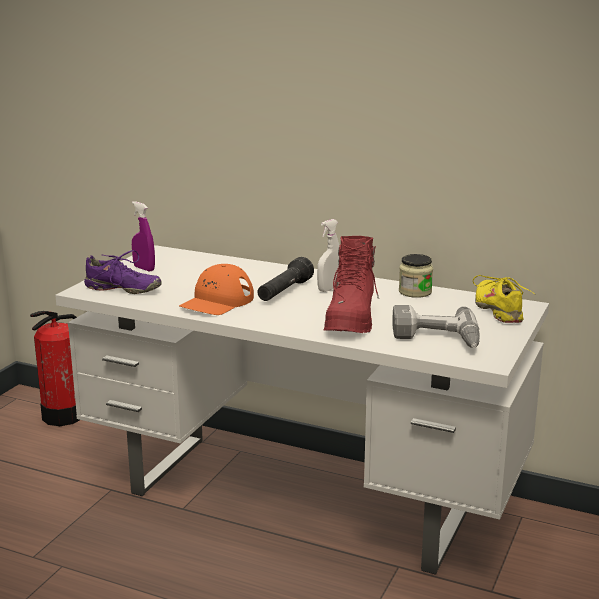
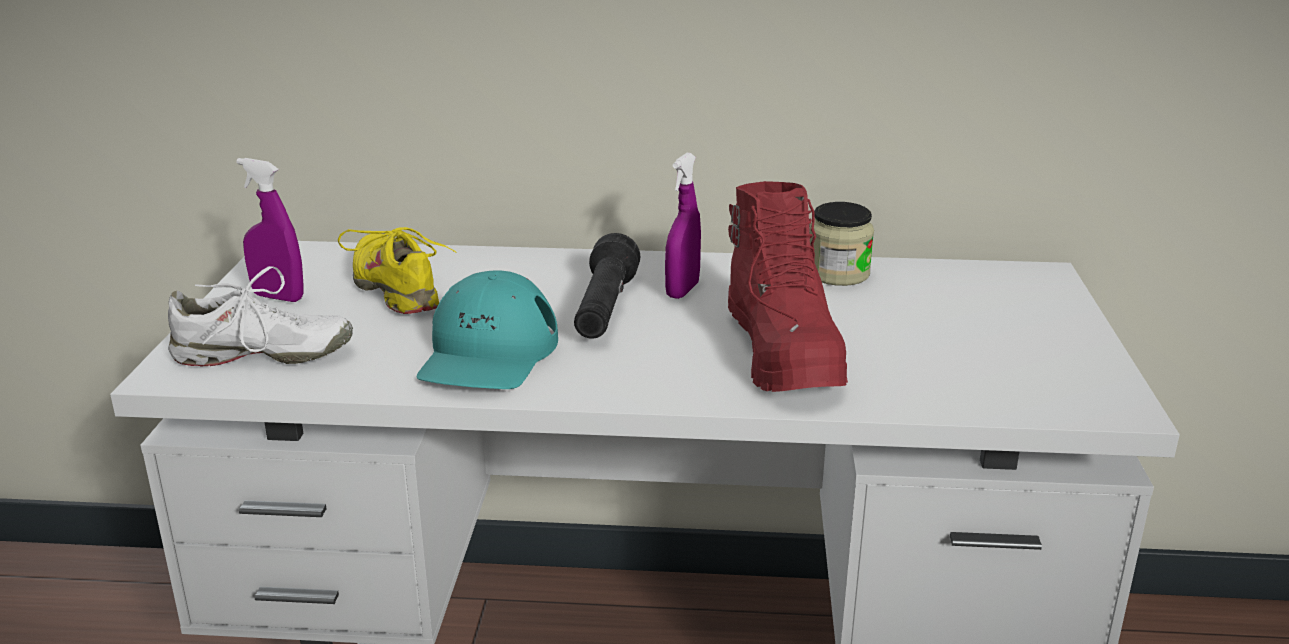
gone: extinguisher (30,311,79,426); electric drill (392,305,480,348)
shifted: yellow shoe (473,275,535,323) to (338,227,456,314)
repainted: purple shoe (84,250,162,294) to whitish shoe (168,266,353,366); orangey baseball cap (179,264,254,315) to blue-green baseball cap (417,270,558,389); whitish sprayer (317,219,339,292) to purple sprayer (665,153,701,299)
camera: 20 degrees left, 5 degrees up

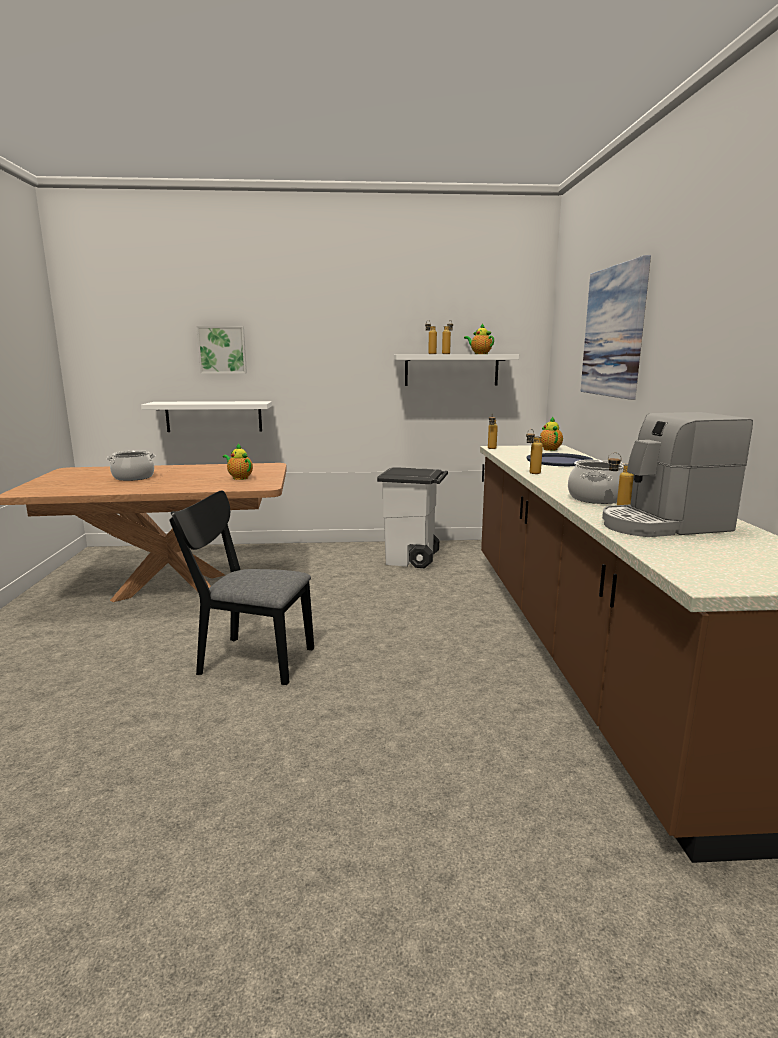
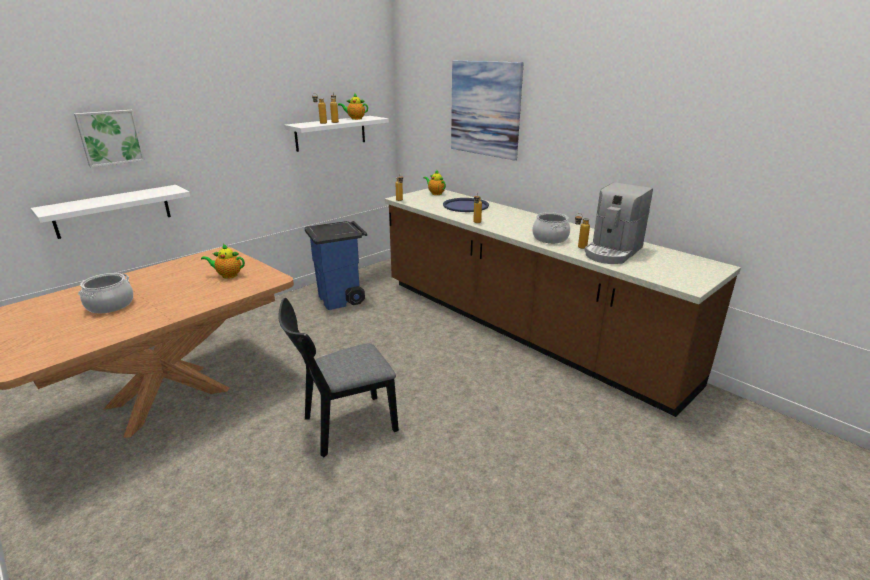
repainted: whitish rubbish bin (377,467,448,568) to blue-coloured rubbish bin (305,221,367,310)
camera: 40 degrees left, 10 degrees up

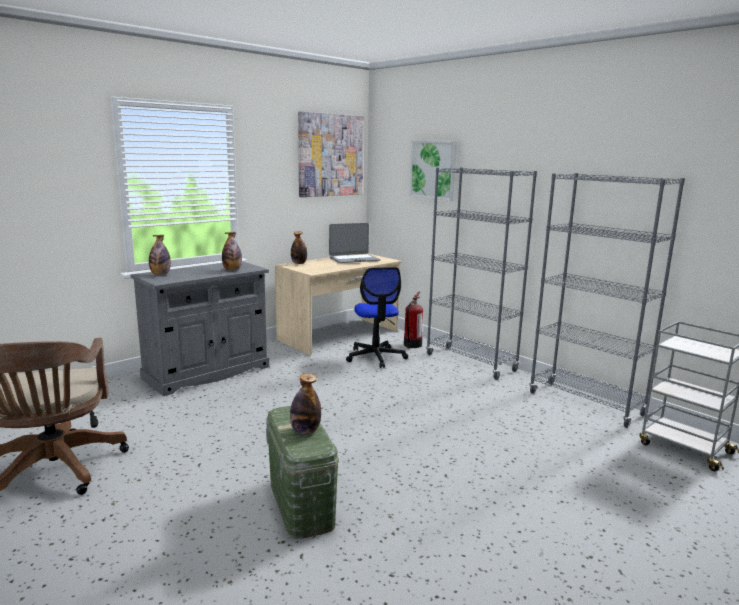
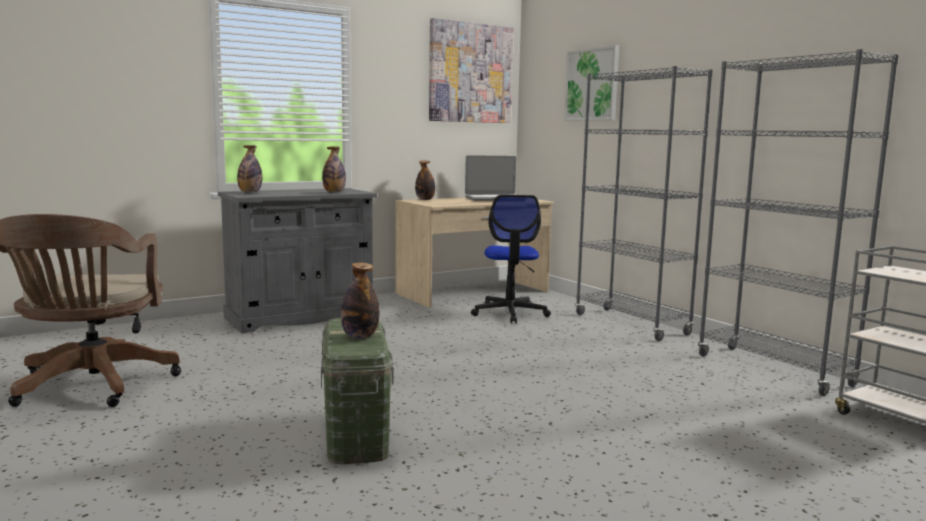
gone: extinguisher (404,292,423,349)
camera: 10 degrees right, 5 degrees down

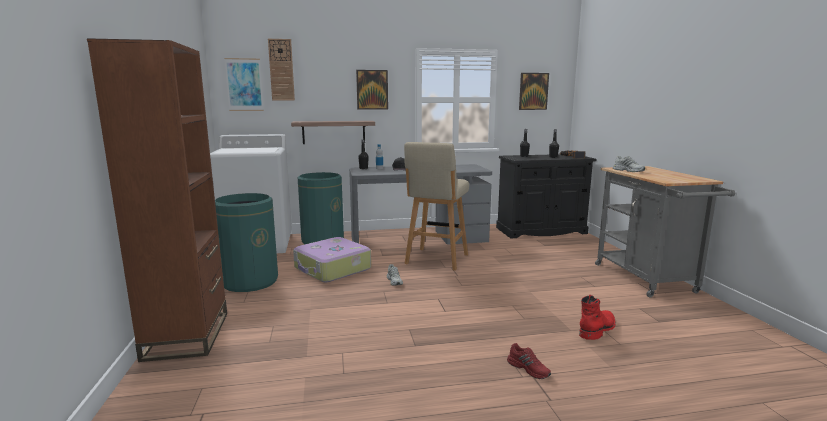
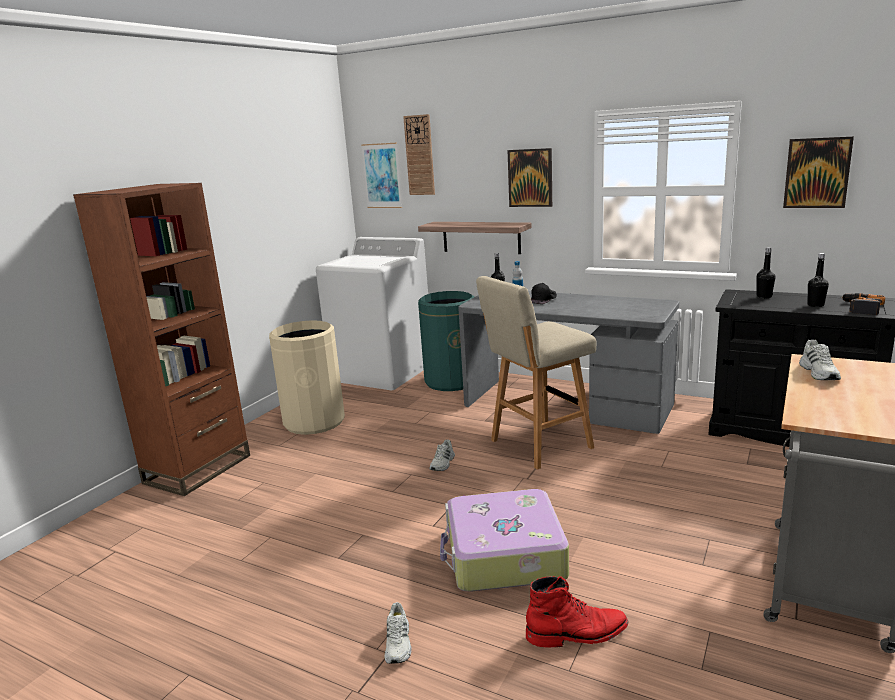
shifted: travel case (293,237,371,282) to (440,489,569,591)
repainted: green rubbish bin (215,193,278,292) to beige rubbish bin (269,320,345,435); reddish shoe (507,343,551,379) to whitish shoe (384,602,412,664)
camera: 40 degrees right, 5 degrees up

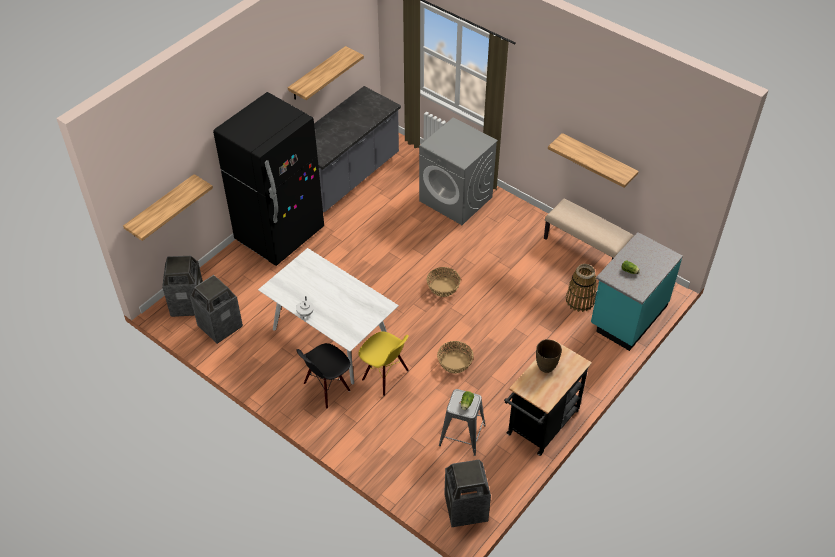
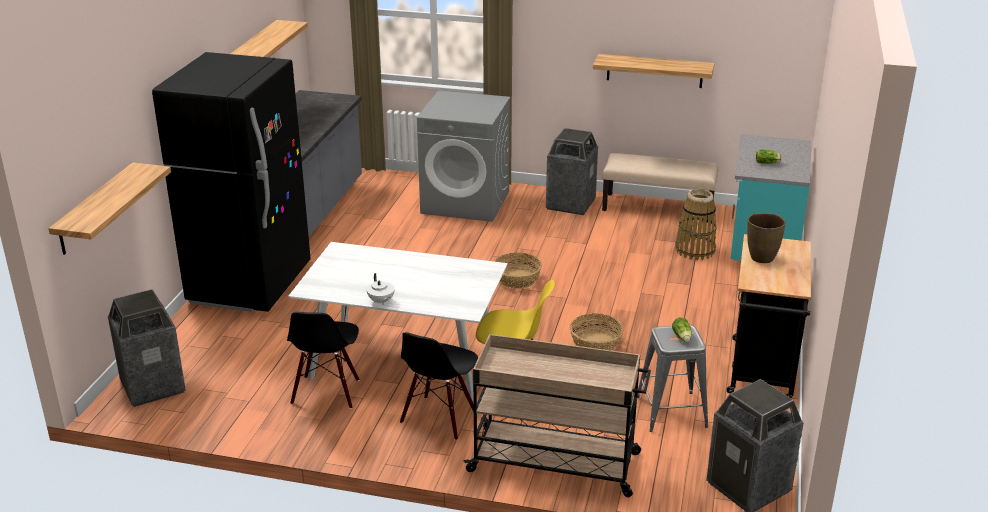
new: black-coloured plain chair (287,312,360,409); beige cart (464,334,651,497)
shifted: rubbish bin (190,275,243,344) to (546,128,598,215)
camera: 25 degrees left, 20 degrees down

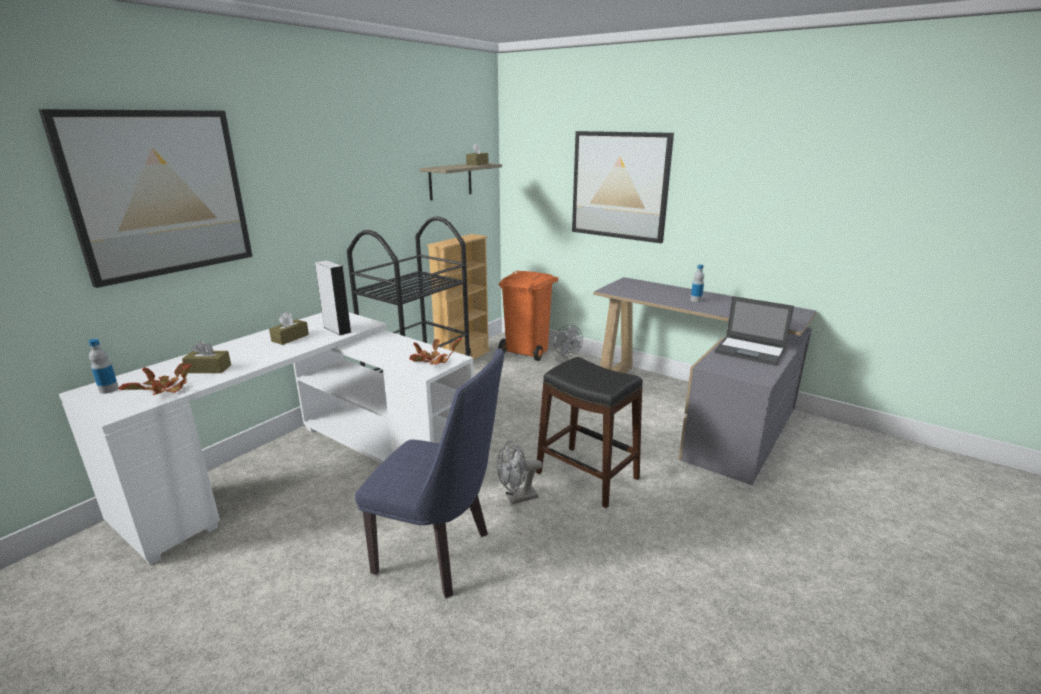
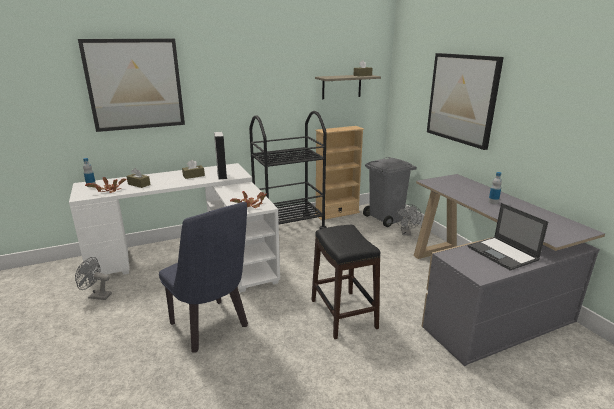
shifted: grey cooling fan (497,441,542,504) to (75,257,112,300)
repainted: orangey rubbish bin (498,270,558,361) to grey rubbish bin (363,157,417,227)
camera: 30 degrees right, 0 degrees up

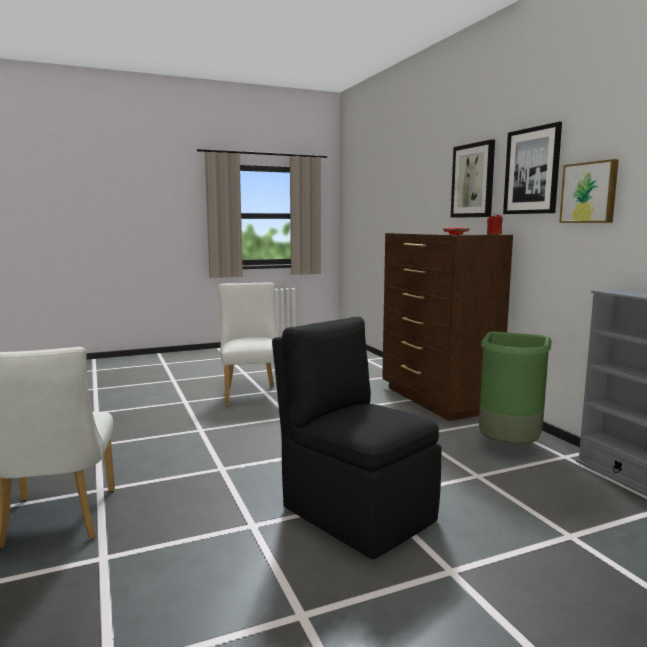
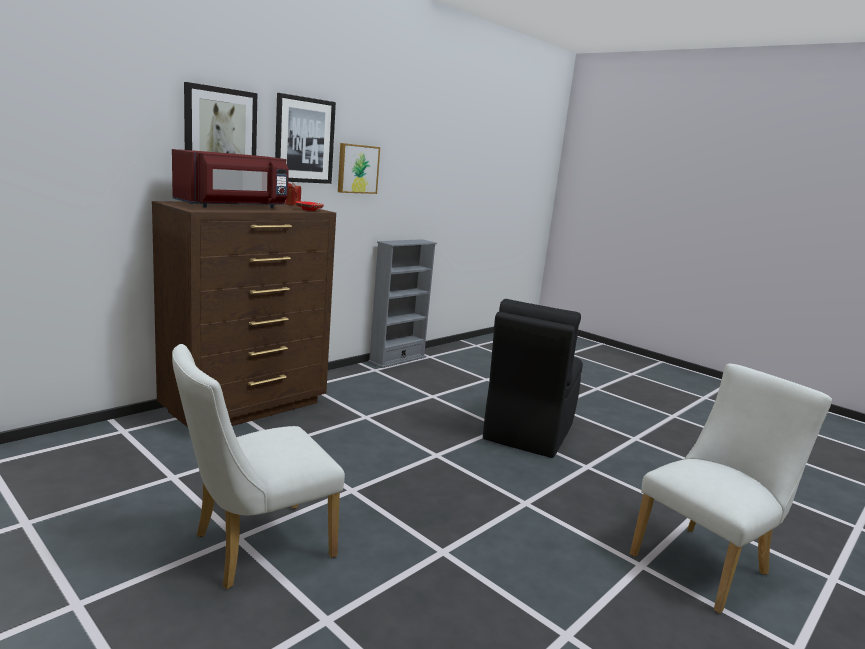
gone: green rubbish bin (479,332,552,444)
new: reddish microwave oven (172,149,289,208)
camera: 115 degrees left, 5 degrees up

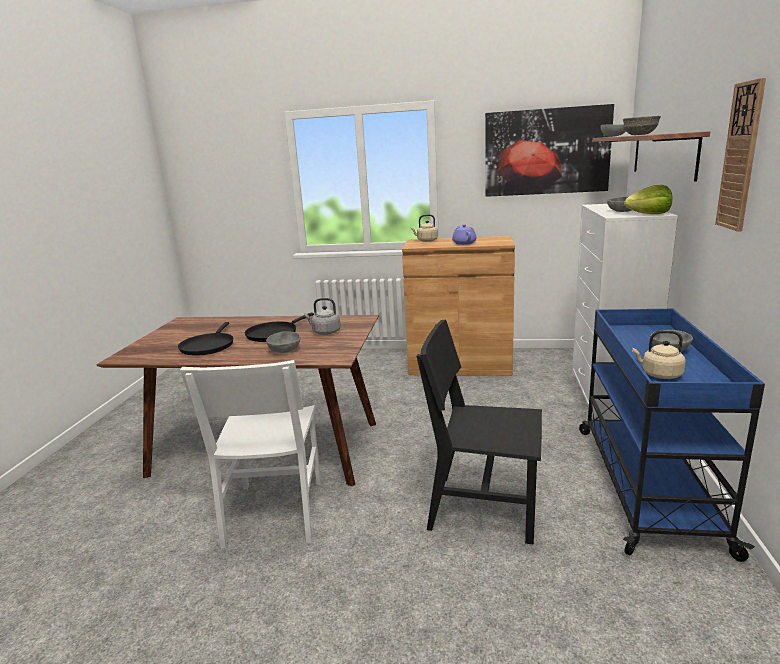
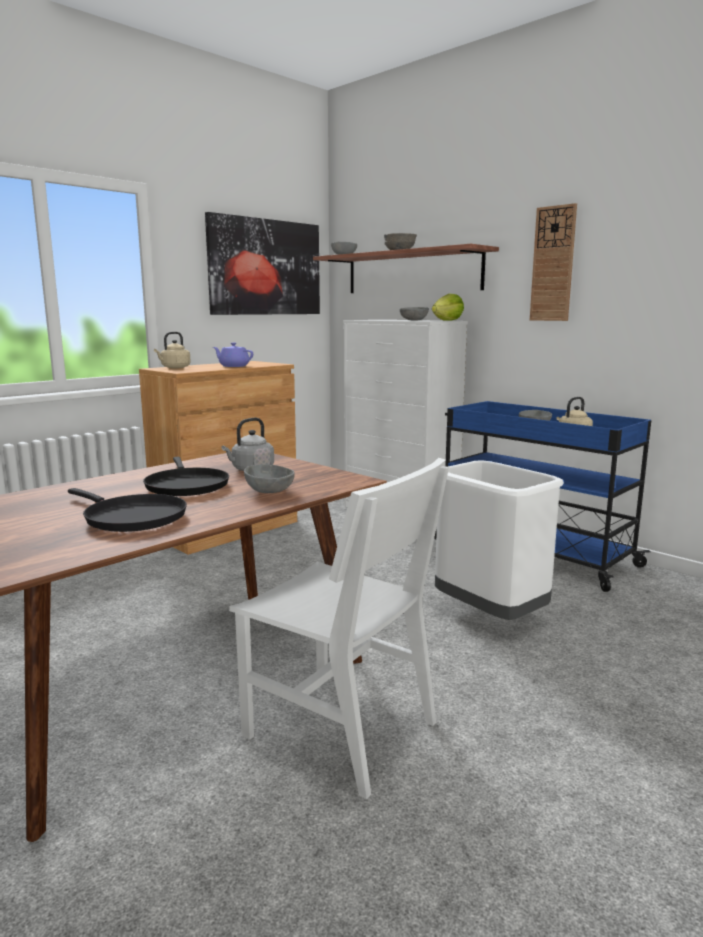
swapped: black-coloured plain chair (417,319,542,545) to whitish rubbish bin (435,460,564,620)
camera: 55 degrees left, 5 degrees down

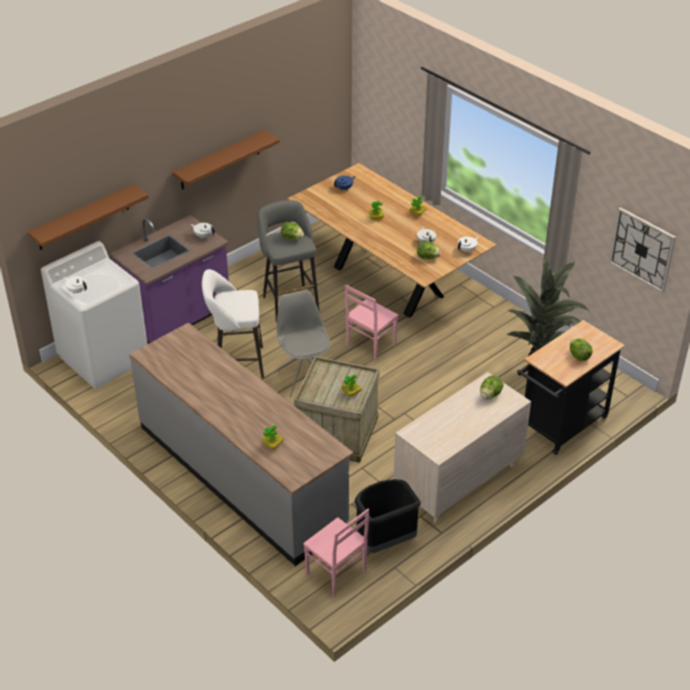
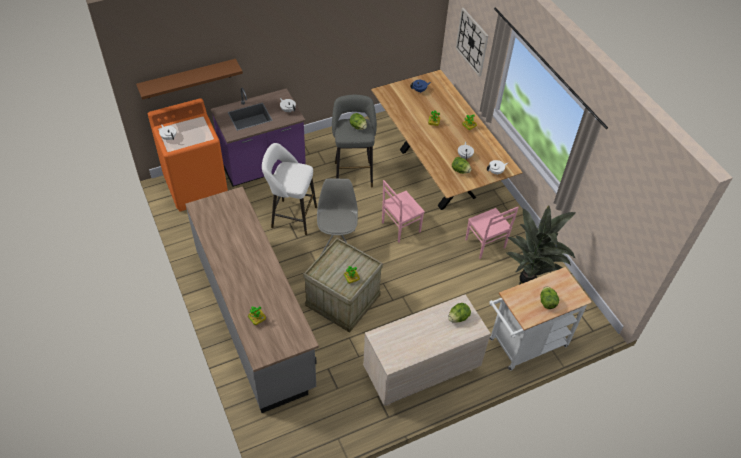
gone: brown-coloured shelf (172,130,280,190); black-coloured rubbish bin (355,479,421,553)
shifted: hanging clock (609,207,676,293) to (456,8,488,77); pink-coloured plain chair (303,509,369,596) to (465,207,519,259)
repainted: whitish laundry appliance (41,241,147,389) to orangey laundry appliance (148,98,228,211); black-coloured cart (517,320,625,455) to whitish cart (489,267,592,371)
camera: 15 degrees right, 10 degrees up

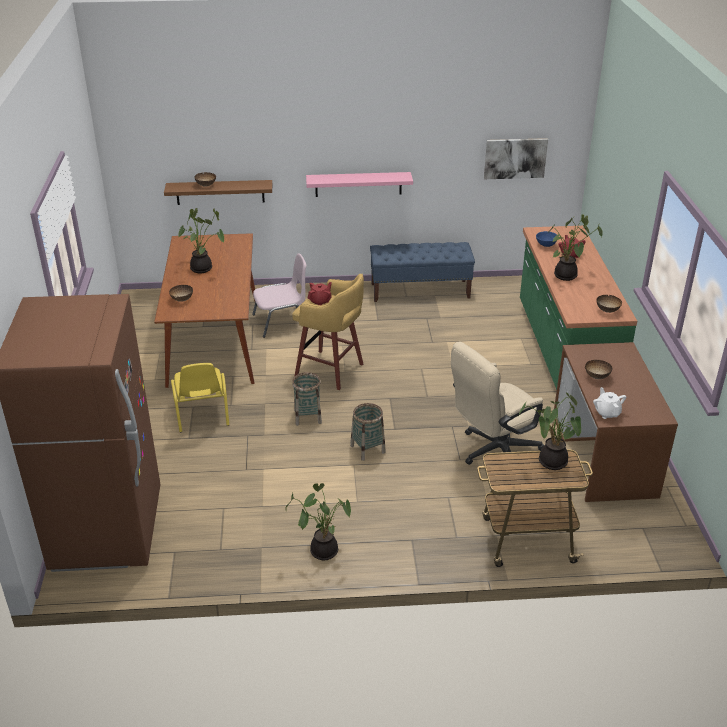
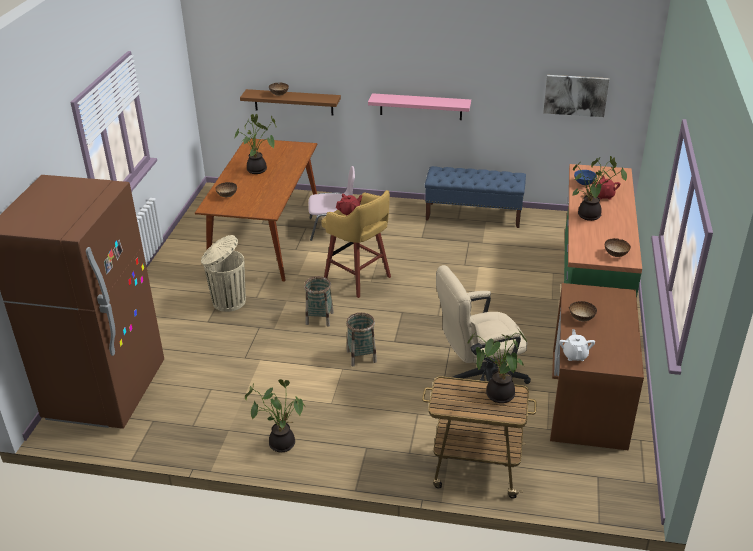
swapped: yellow plain chair (171,363,229,433) to beige rubbish bin (201,235,246,312)
camera: 15 degrees right, 0 degrees up

